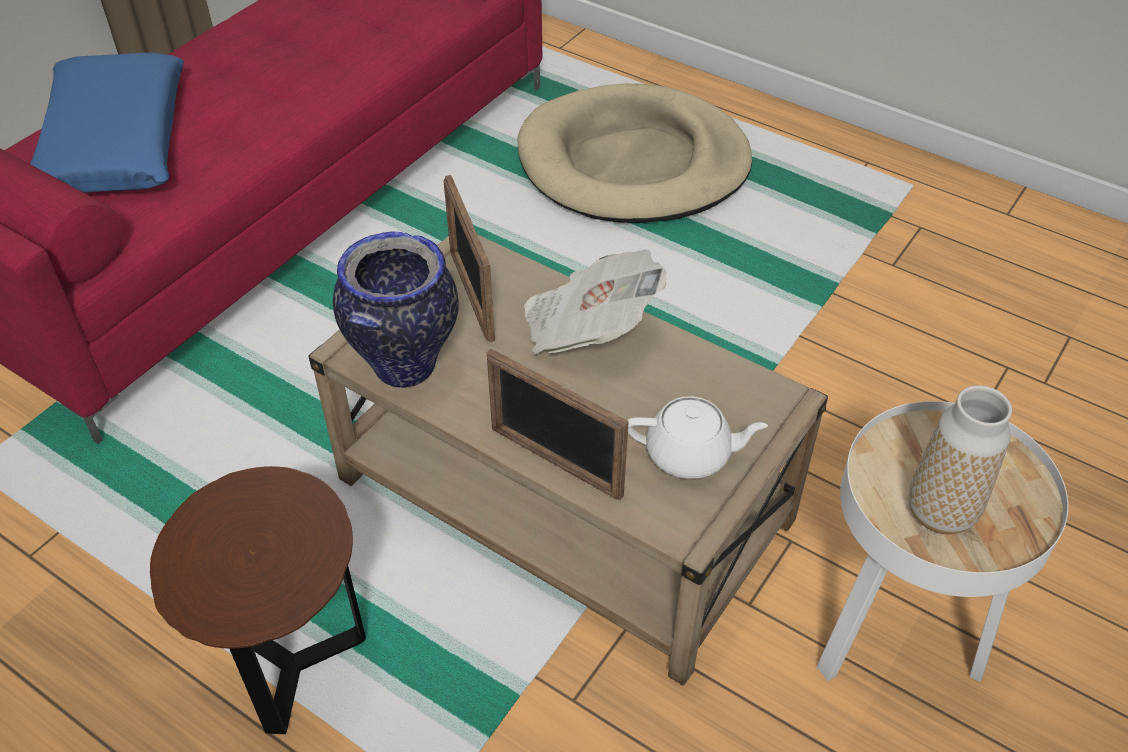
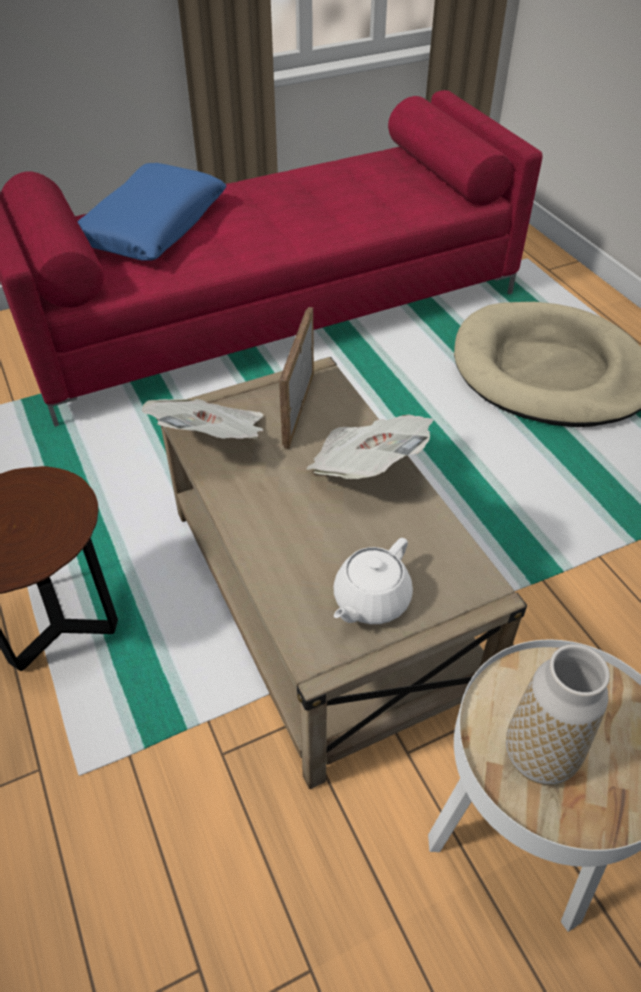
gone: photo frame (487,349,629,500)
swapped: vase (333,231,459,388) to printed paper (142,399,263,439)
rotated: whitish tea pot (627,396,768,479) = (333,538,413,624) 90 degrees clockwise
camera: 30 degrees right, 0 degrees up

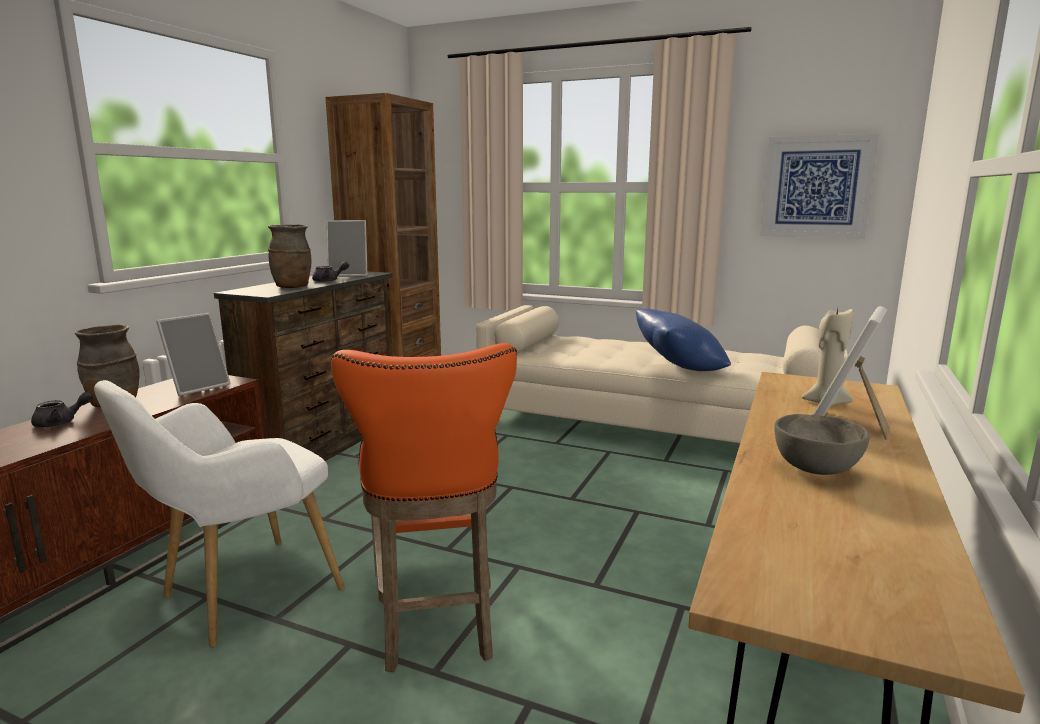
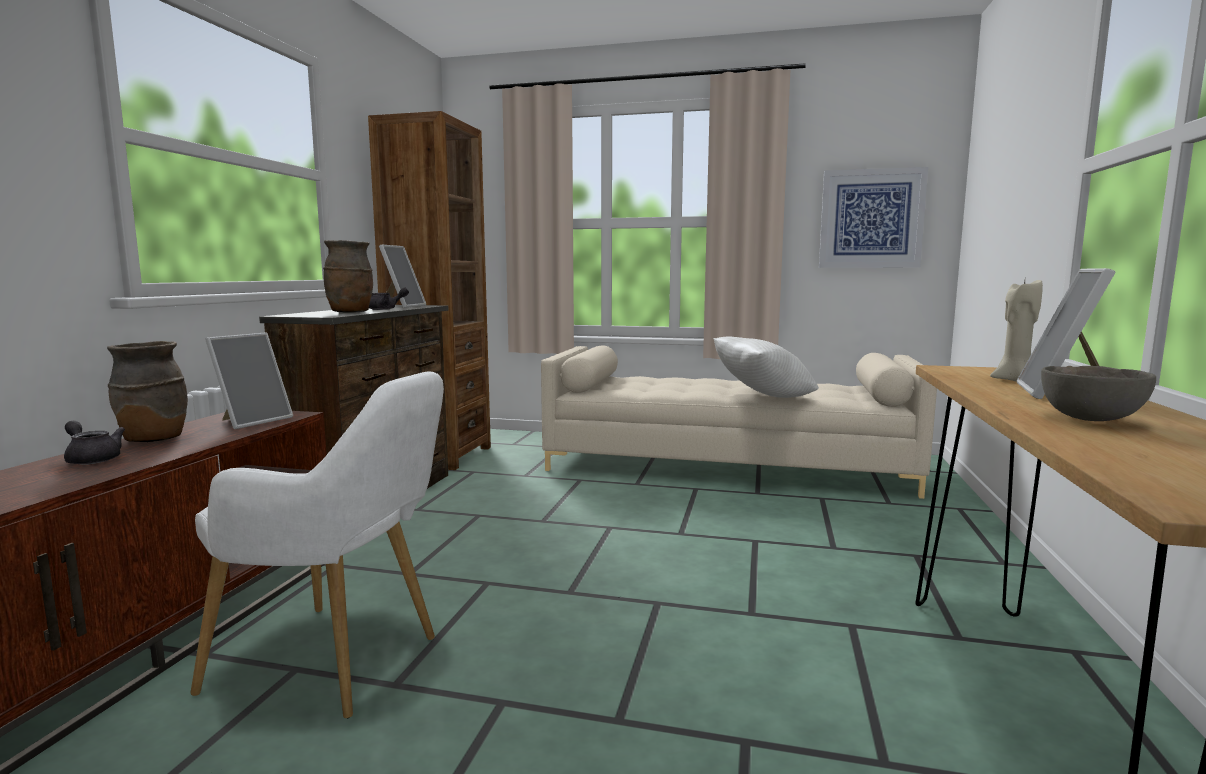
gone: orangey stool (331,343,517,672)
repainted: blue-coloured throw pillow (636,309,731,371) to whitish throw pillow (714,336,819,398)
rotated: grey tea pot (31,392,93,428) = (64,421,125,465) 105 degrees counterclockwise; whitish lounge chair (94,380,345,648) = (191,372,444,718) 105 degrees counterclockwise; photo frame (326,220,368,277) = (379,245,426,308) 60 degrees counterclockwise
camera: 10 degrees left, 5 degrees down

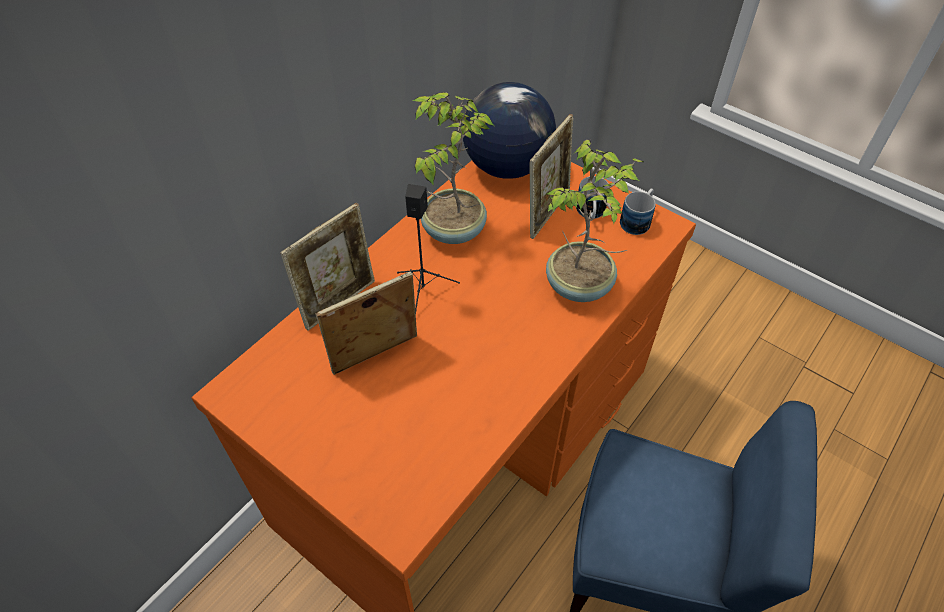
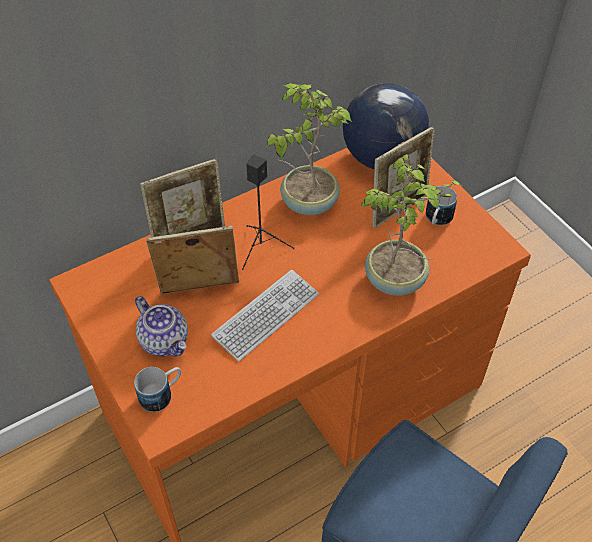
new: tea pot (135,296,188,357); computer keyboard (211,270,319,361)
shifted: tea mug (620,189,656,235) to (134,367,181,412)
camera: 20 degrees right, 0 degrees up

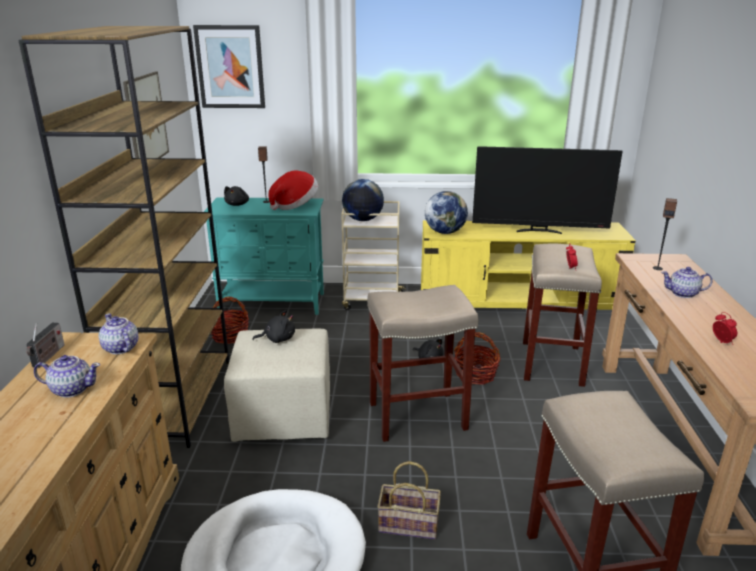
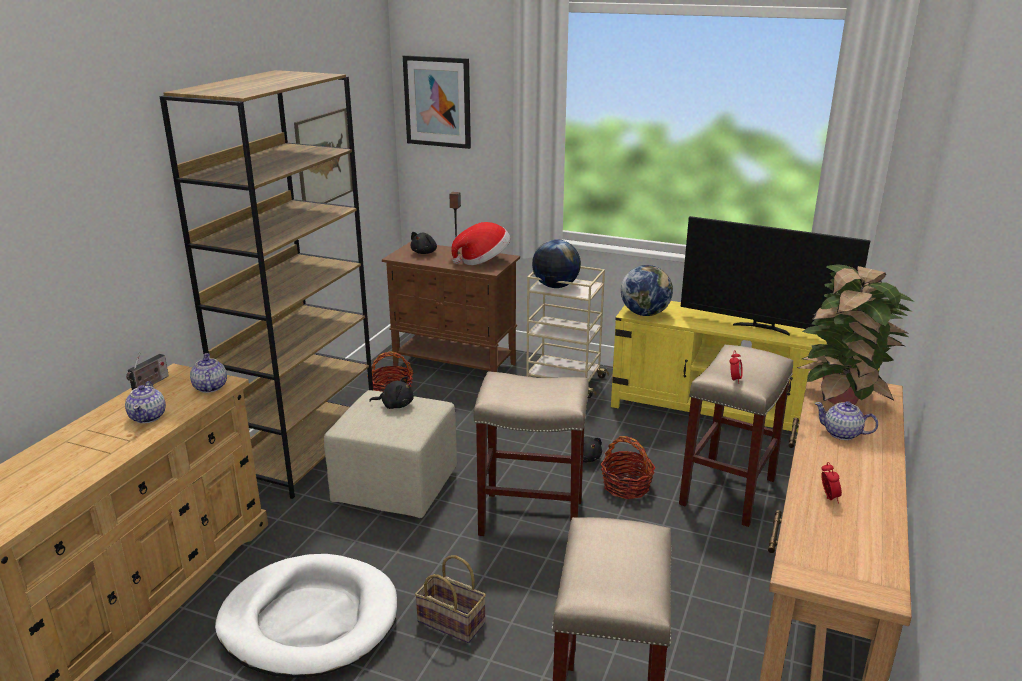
swapped: loudspeaker (653,198,677,270) to plant in a pot (797,264,914,405)
repainted: blue-green cupboard (204,197,324,315) to brown-coloured cupboard (382,242,520,372)
rotated: tea pot (34,355,100,398) = (125,381,166,423) 60 degrees clockwise
camera: 20 degrees right, 0 degrees up

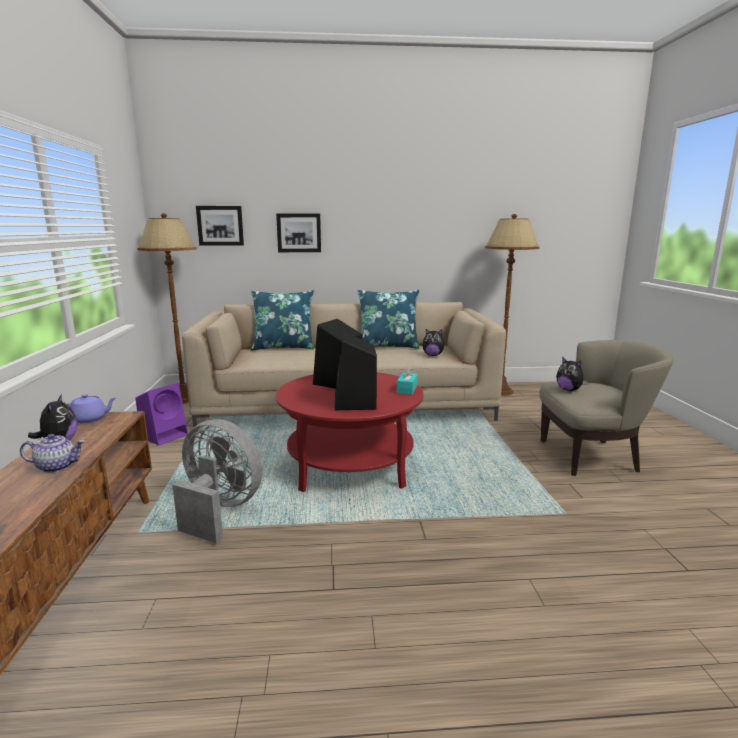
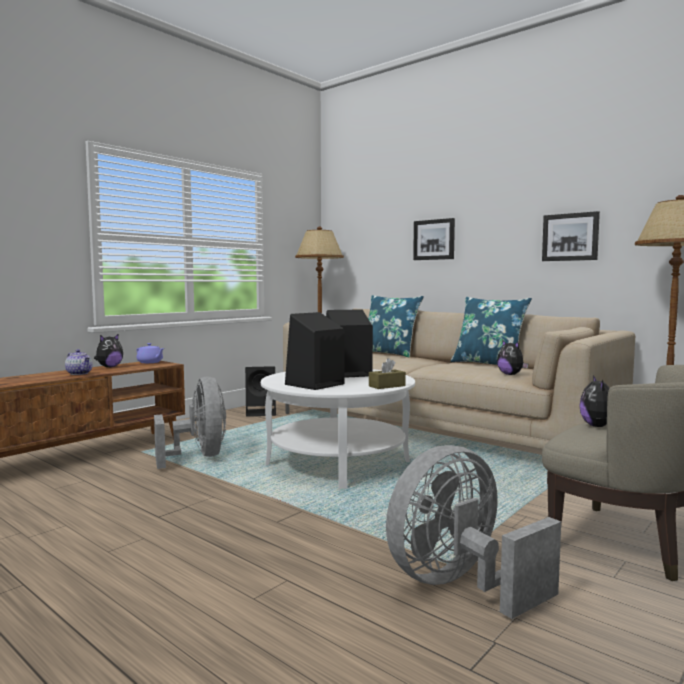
new: grey cooling fan (386,445,561,619)
shifted: wall art (196,206,244,246) to (542,211,600,261)
repainted: purple loudspeaker (135,383,188,445) to black-coloured loudspeaker (245,366,276,417); reddish lounge table (276,372,424,492) to whitish lounge table (261,369,415,489); blue-green tissue holder (397,366,418,394) to brown-coloured tissue holder (369,358,406,389)
camera: 45 degrees right, 10 degrees down

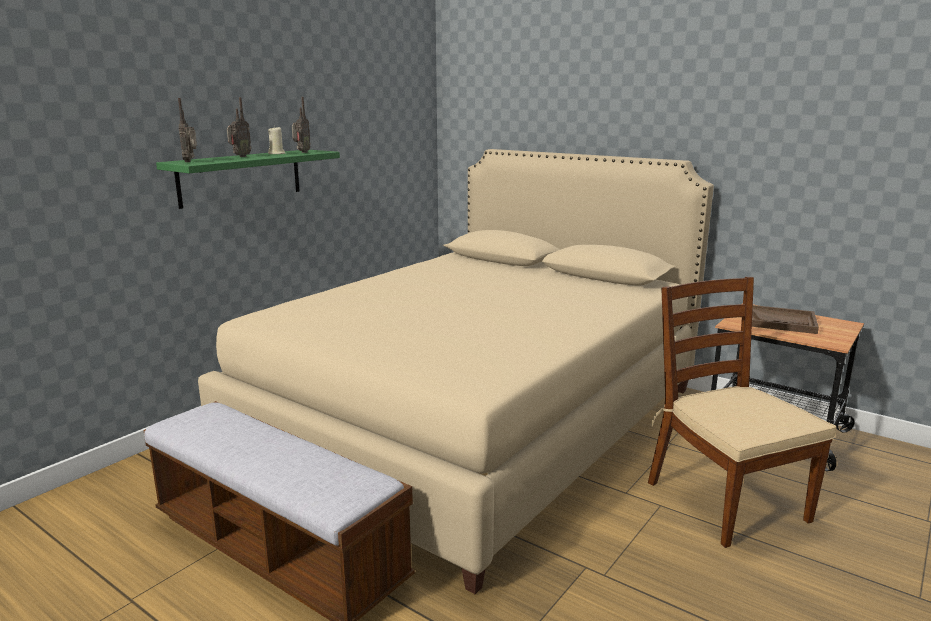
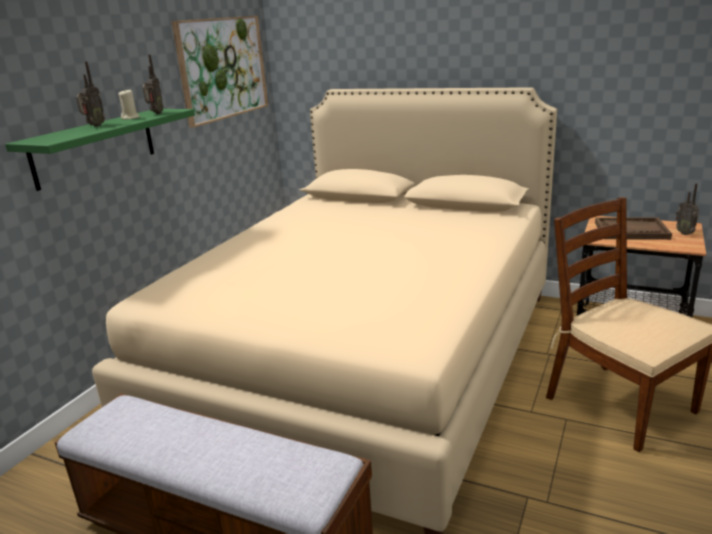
new: wall art (172,16,268,128)
shifted: radio set (178,98,197,162) to (676,183,699,235)
camera: 10 degrees left, 5 degrees up

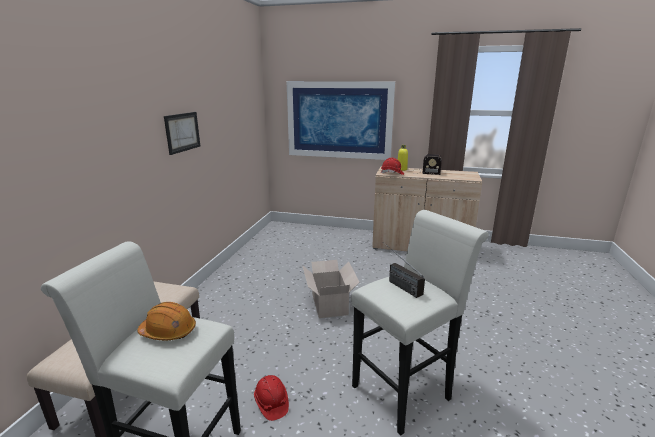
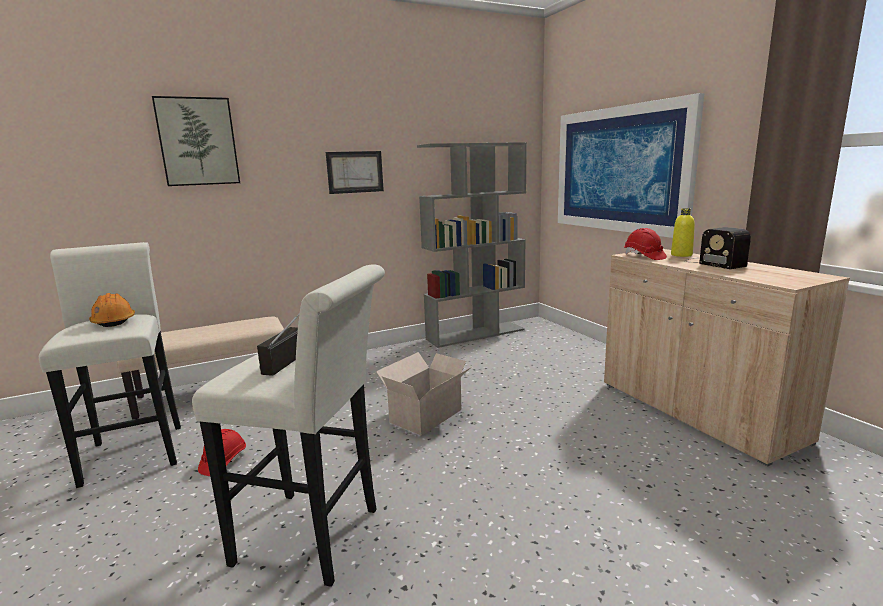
new: wall art (152,96,240,186); grey bookcase (417,142,527,348)
camera: 50 degrees right, 5 degrees down

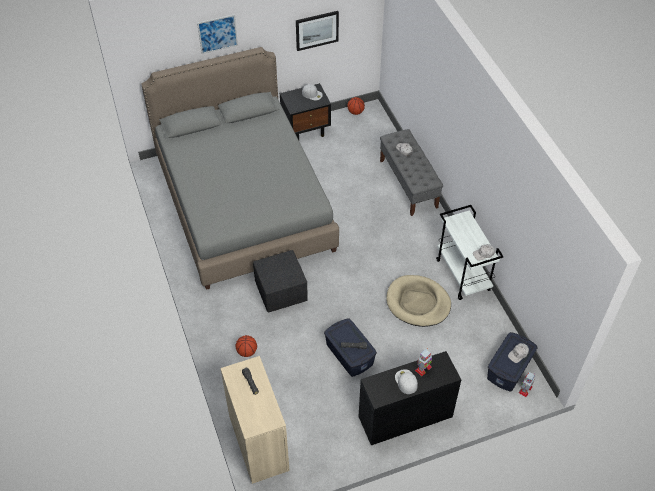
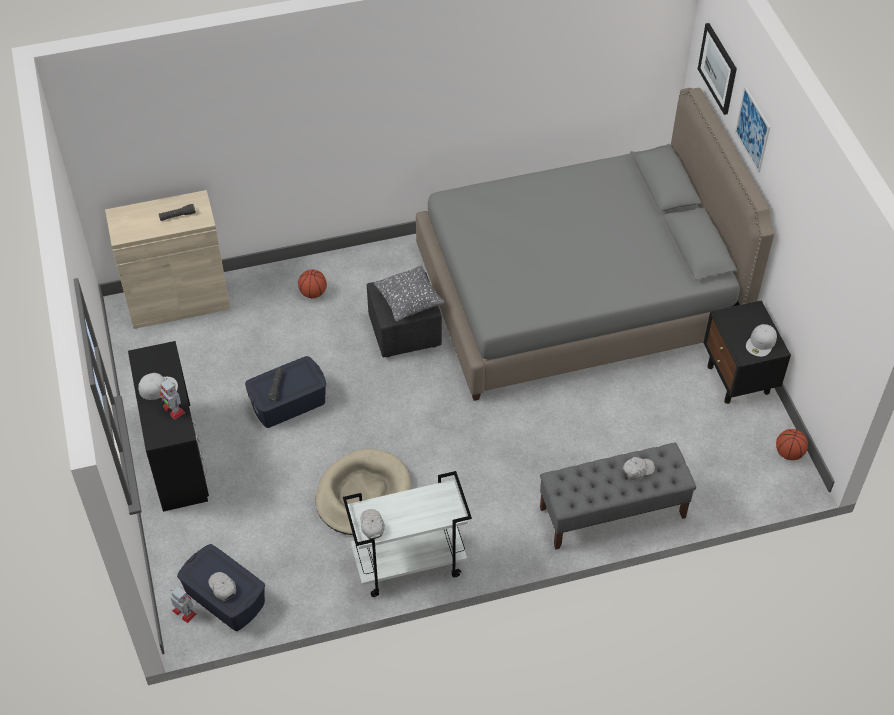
new: grey throw pillow (374,266,445,321)
shifted: wall art (296,11,339,51) to (698,23,737,115)
camera: 95 degrees right, 0 degrees up

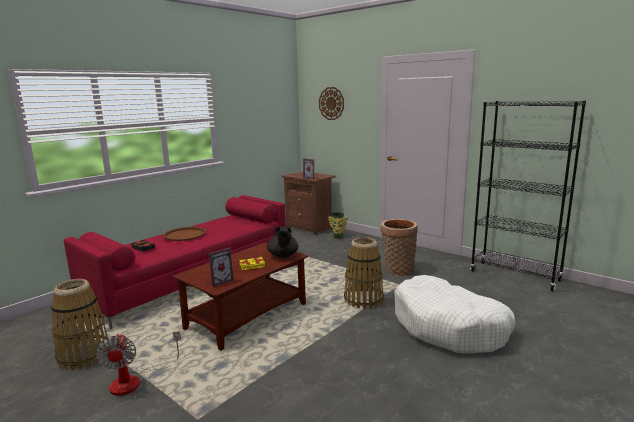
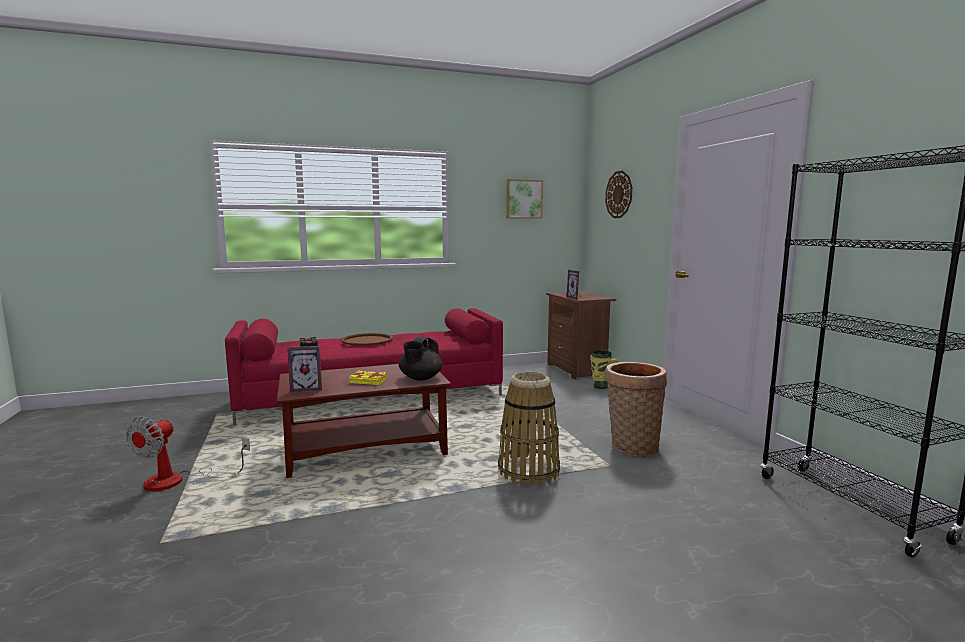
gone: storage basket (51,279,109,370); whitish dog cushion (394,275,515,353)
new: wall art (506,179,543,219)
camera: 30 degrees right, 5 degrees down

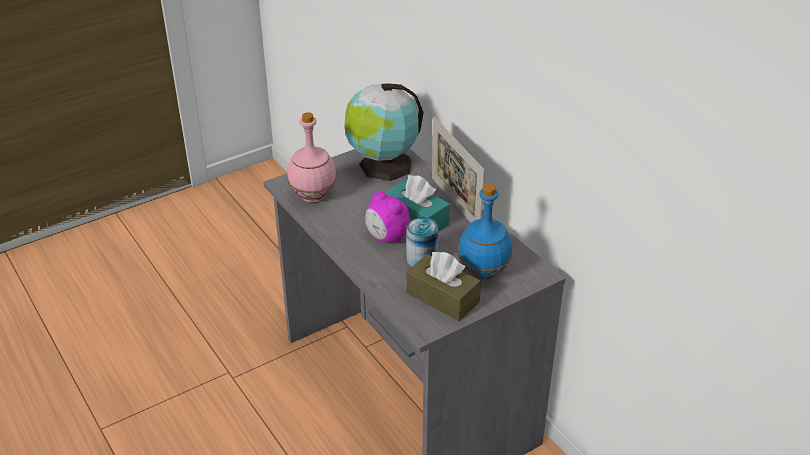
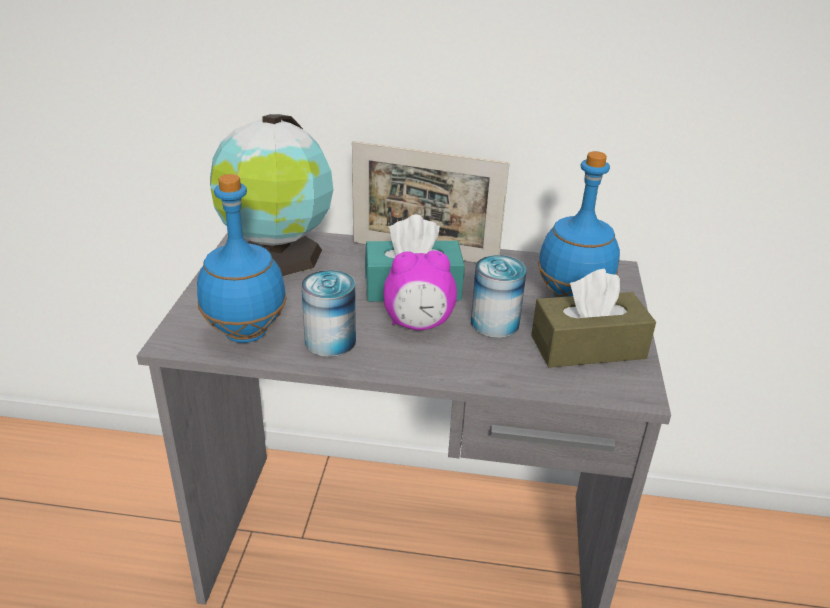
new: sealed can (302,270,356,357)
repainted: pink-coloured beverage bottle (288,112,336,202) to blue-coloured beverage bottle (197,174,287,343)
camera: 50 degrees left, 5 degrees down

